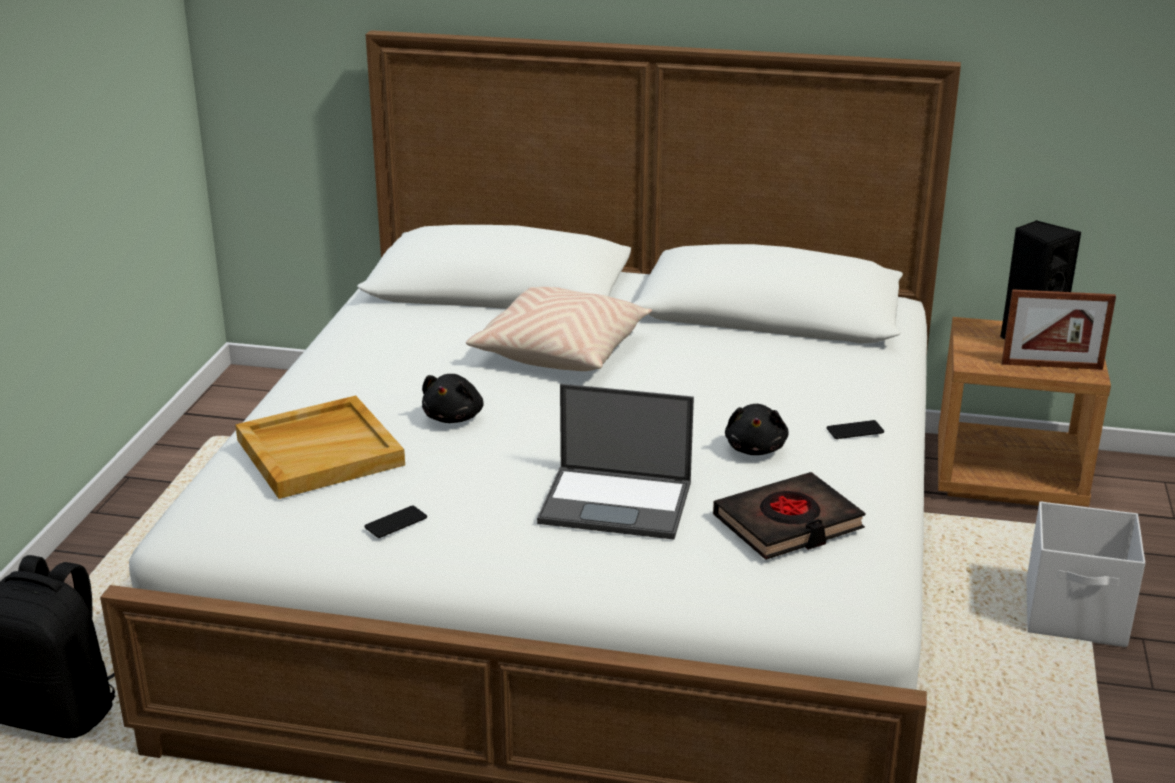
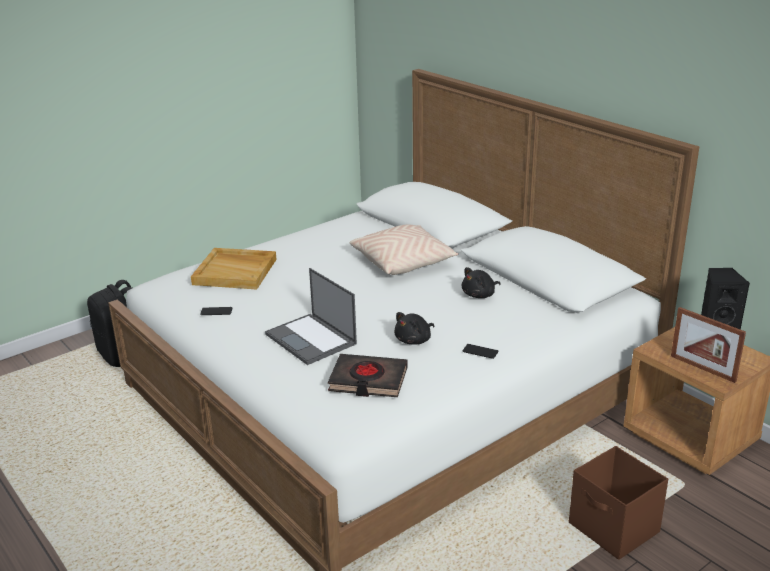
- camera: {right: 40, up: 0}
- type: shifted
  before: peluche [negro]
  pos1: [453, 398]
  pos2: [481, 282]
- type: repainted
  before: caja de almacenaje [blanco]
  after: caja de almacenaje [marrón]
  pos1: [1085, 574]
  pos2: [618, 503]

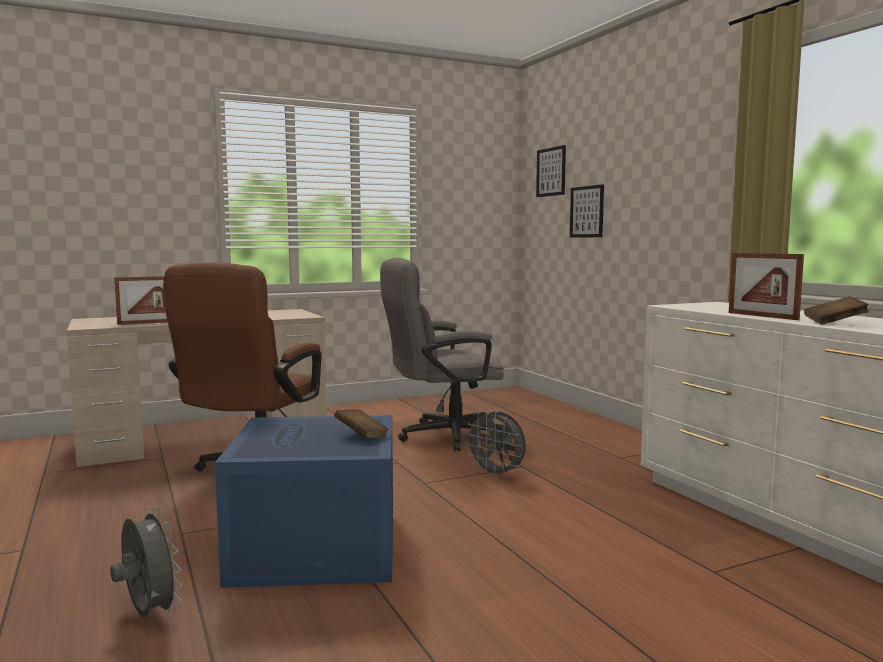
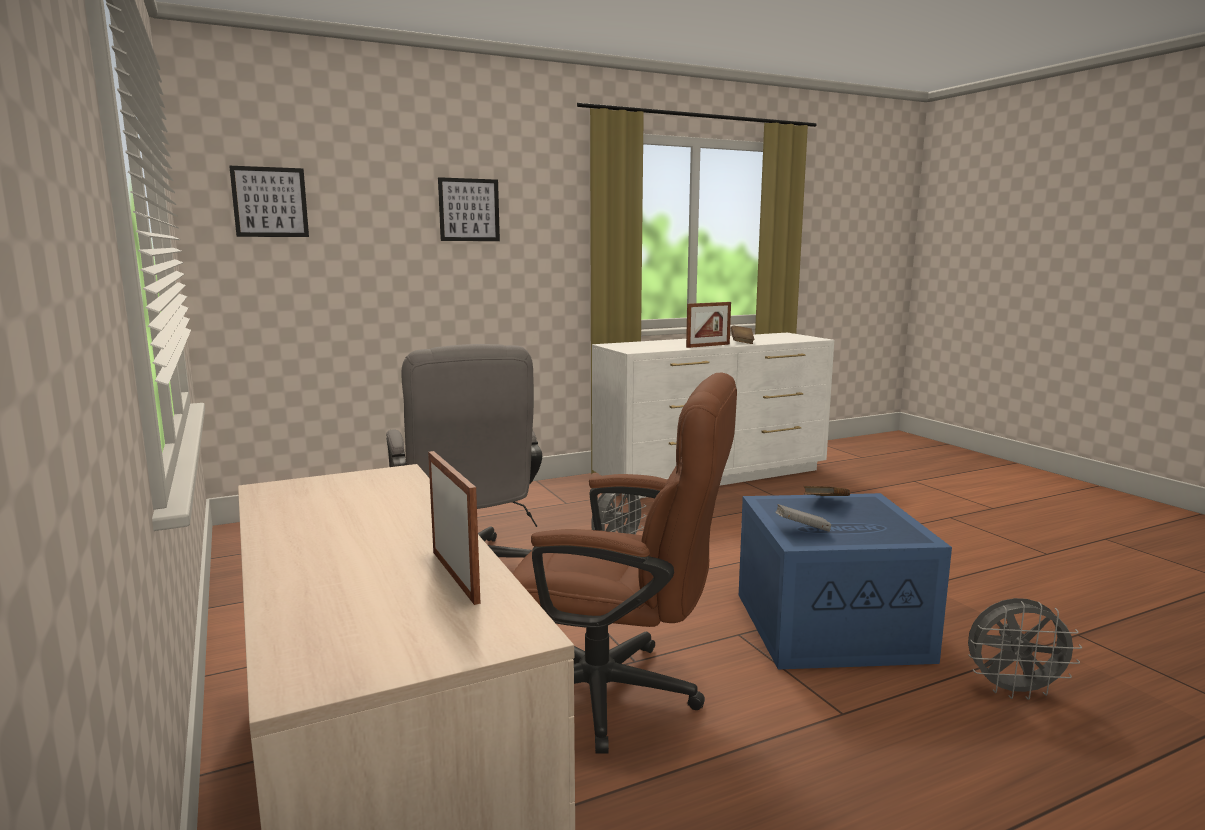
- camera: {right: -90, up: 5}
- type: shifted
  before: cuadro
  pos1: [587, 211]
  pos2: [469, 209]
- type: new
  after: libro [gris]
  pos2: [803, 518]
- type: rotated
  before: ventilador [gris]
  pos1: [146, 561]
  pos2: [1025, 649]
  turn: -135

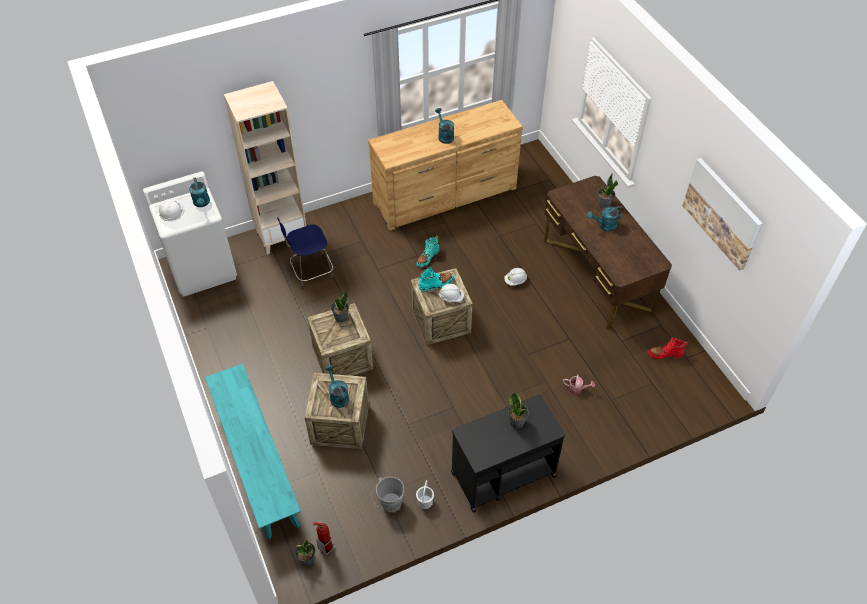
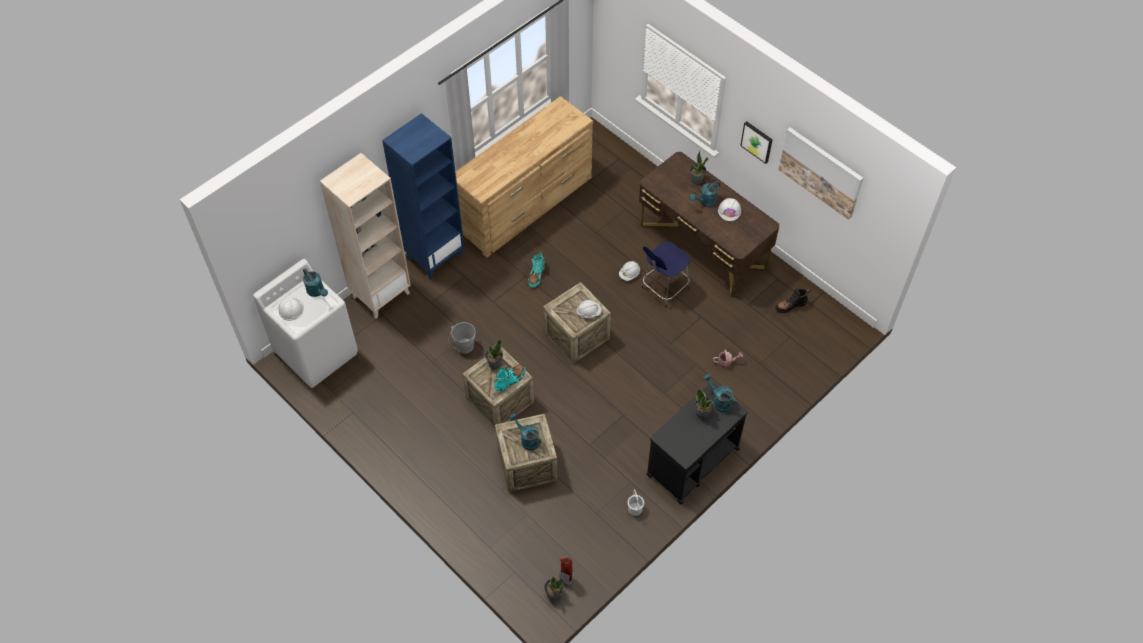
- camera: {right: -20, up: 5}
- type: new
  after: estantería [azul]
  pos2: [423, 196]
- type: shifted
  before: cubo [gris]
  pos1: [387, 494]
  pos2: [462, 338]
- type: shifted
  before: bota [turquesa]
  pos1: [435, 279]
  pos2: [510, 378]
- type: shifted
  before: taburete [azul]
  pos1: [305, 254]
  pos2: [666, 275]
- type: shifted
  before: regadera [turquesa]
  pos1: [444, 126]
  pos2: [719, 393]
- type: new
  after: casco [blanco]
  pos2: [729, 209]
- type: new
  after: cuadro
  pos2: [756, 142]
- type: repainted
  before: bota [rojo]
  after: bota [negro]
  pos1: [668, 348]
  pos2: [793, 300]
- type: gone
  before: banco [turquesa]
  pos1: [253, 452]

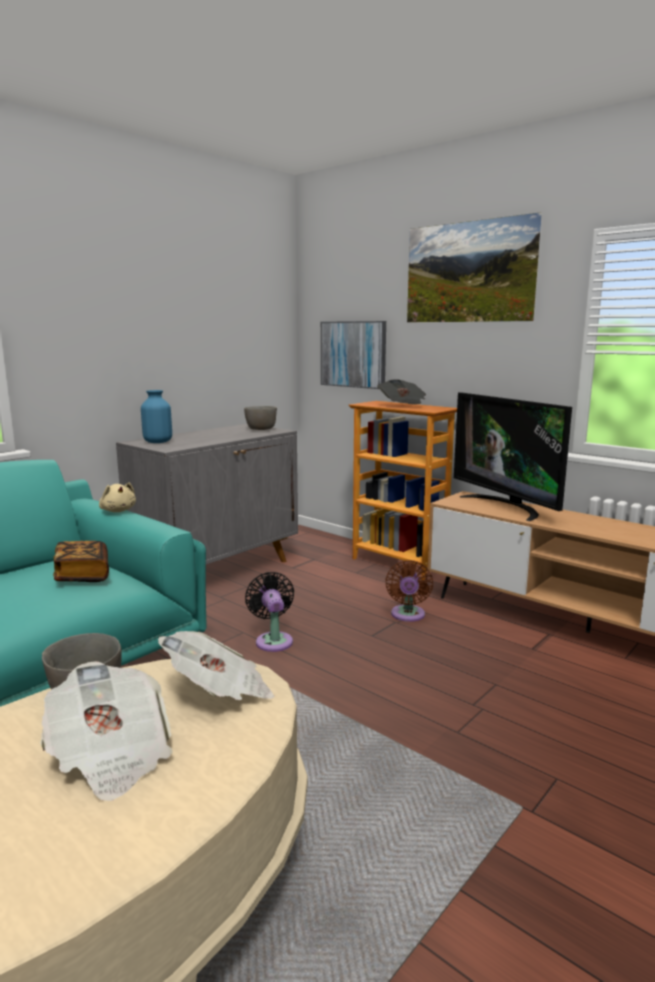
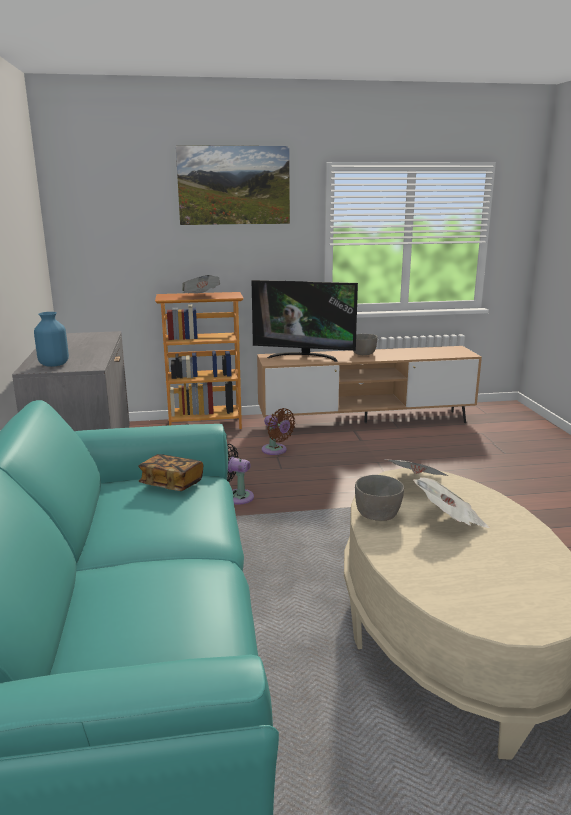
- camera: {right: -50, up: 5}
- type: shifted
  before: cuenco [gris]
  pos1: [260, 418]
  pos2: [365, 344]
- type: gone
  before: peluche [beis]
  pos1: [117, 497]
- type: gone
  before: cuadro
  pos1: [353, 355]

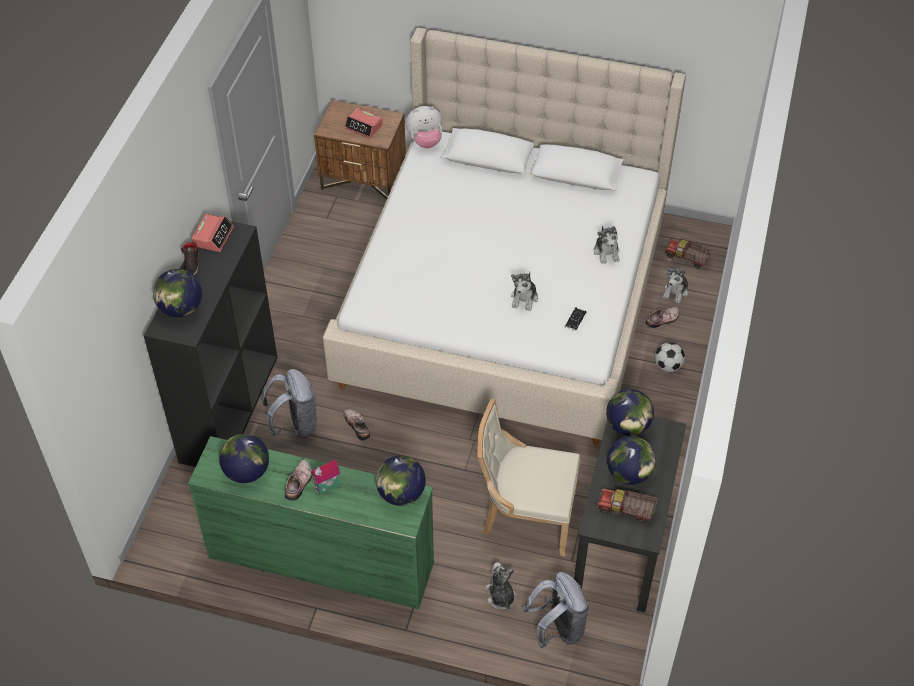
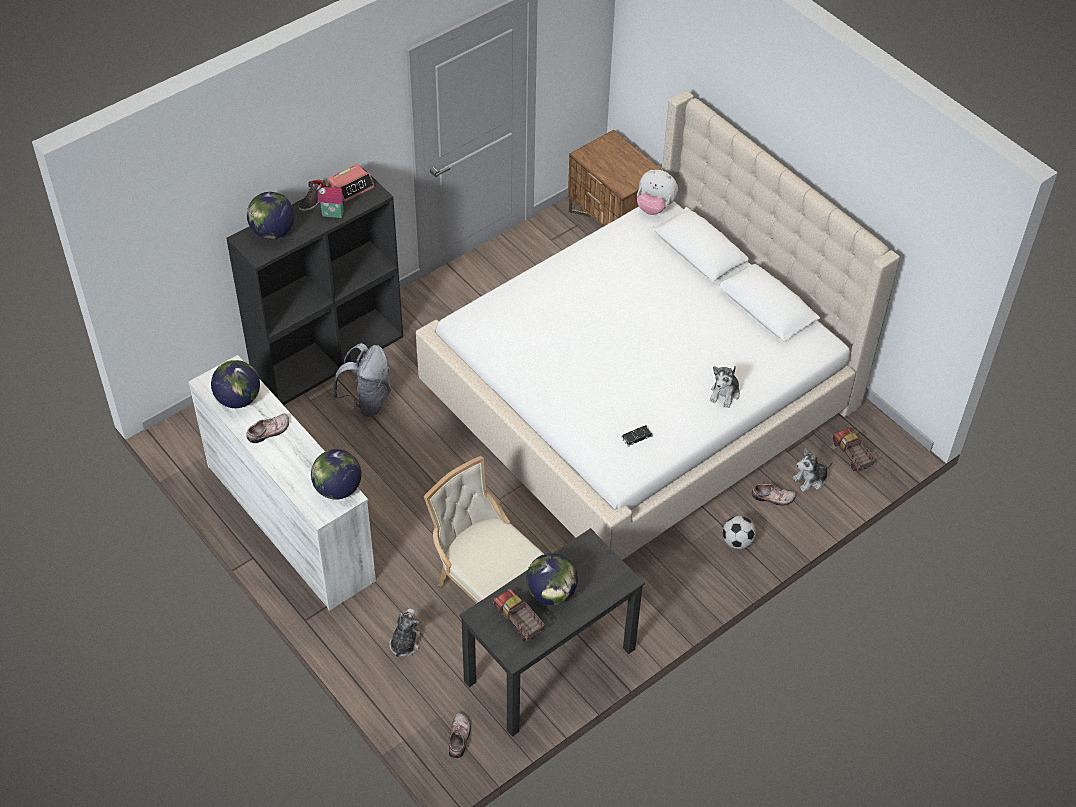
- camera: {right: 35, up: 0}
- type: repainted
  before: cómoda [verde]
  after: cómoda [blanco]
  pos1: [311, 523]
  pos2: [282, 483]
- type: shifted
  before: casita
  pos1: [325, 477]
  pos2: [330, 201]
- type: shifted
  before: zapato
  pos1: [356, 425]
  pos2: [460, 735]
- type: gone
  before: despertador
  pos1: [363, 123]
- type: gone
  before: peluche
  pos1: [524, 291]
- type: gone
  before: mochila [gris]
  pos1: [556, 610]
- type: gone
  before: globo terráqueo
  pos1: [630, 412]

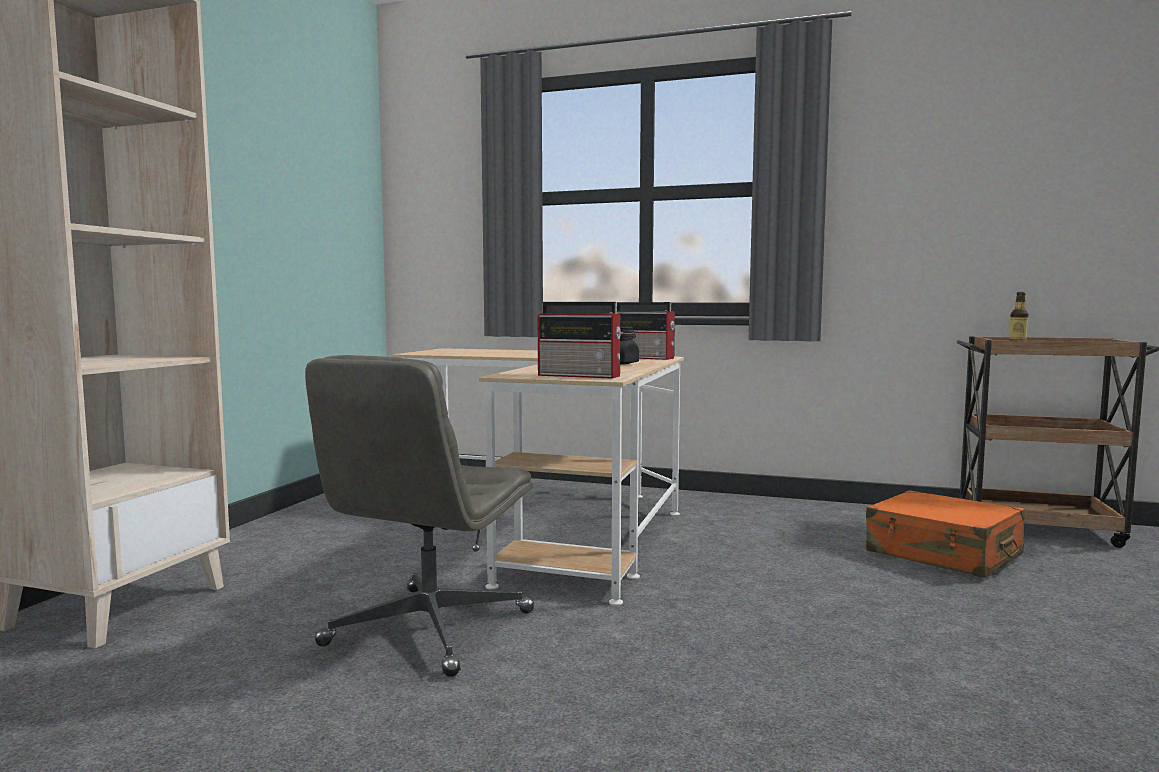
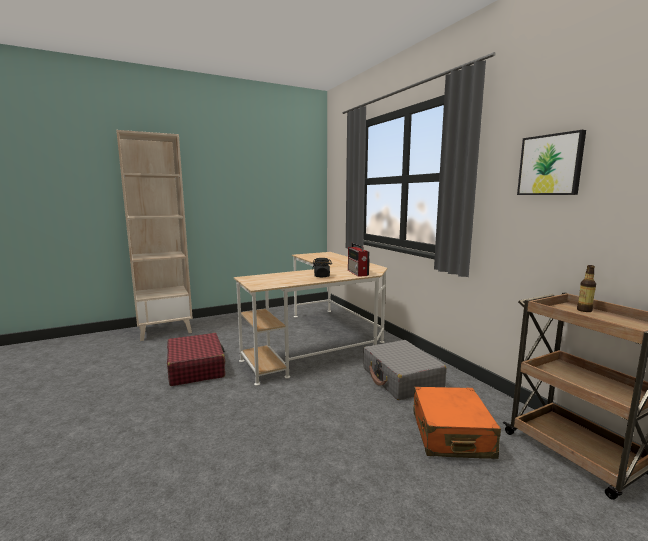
- camera: {right: 45, up: 5}
- type: swapped
  before: silla de oficina [gris]
  after: maleta [rojo]
  pos1: [419, 516]
  pos2: [196, 359]
- type: new
  after: maleta [gris]
  pos2: [405, 370]
- type: new
  after: cuadro
  pos2: [551, 162]
- type: gone
  before: radio
  pos1: [580, 340]

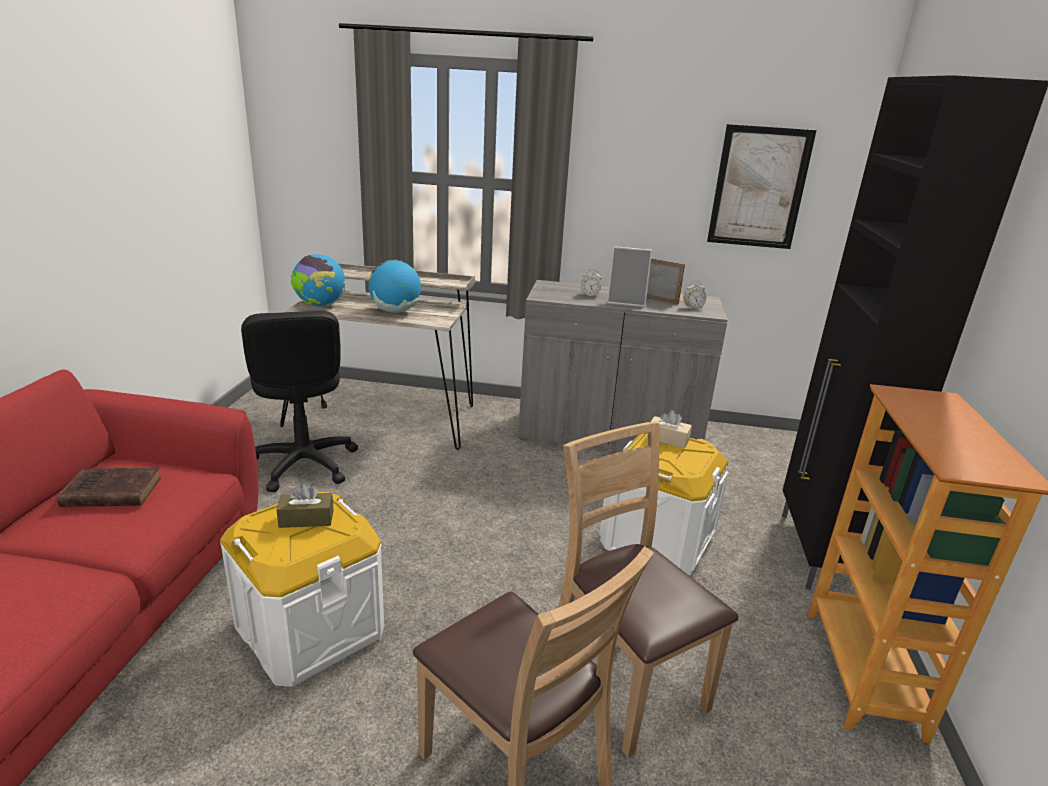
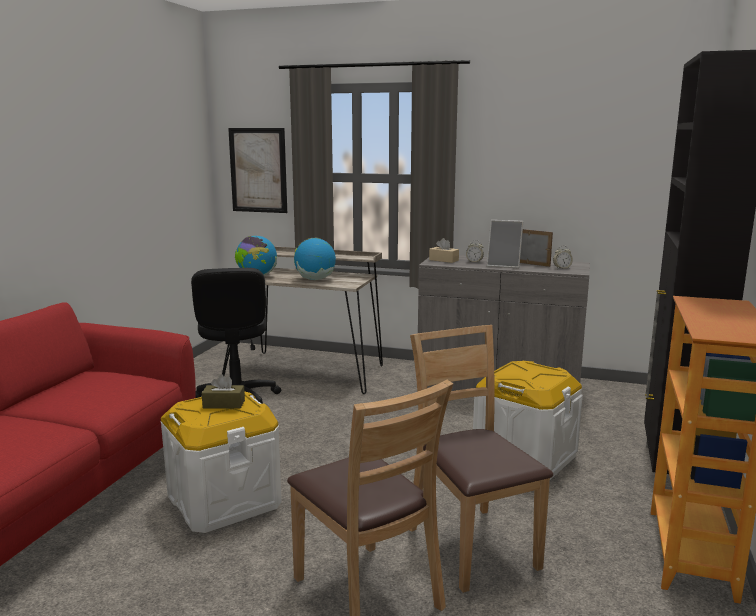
- camera: {right: 10, up: -10}
- type: shifted
  before: cuadro
  pos1: [762, 186]
  pos2: [257, 170]
- type: shifted
  before: caja de pañuelos [beis]
  pos1: [669, 429]
  pos2: [444, 250]
- type: gone
  before: libro [marrón]
  pos1: [109, 487]

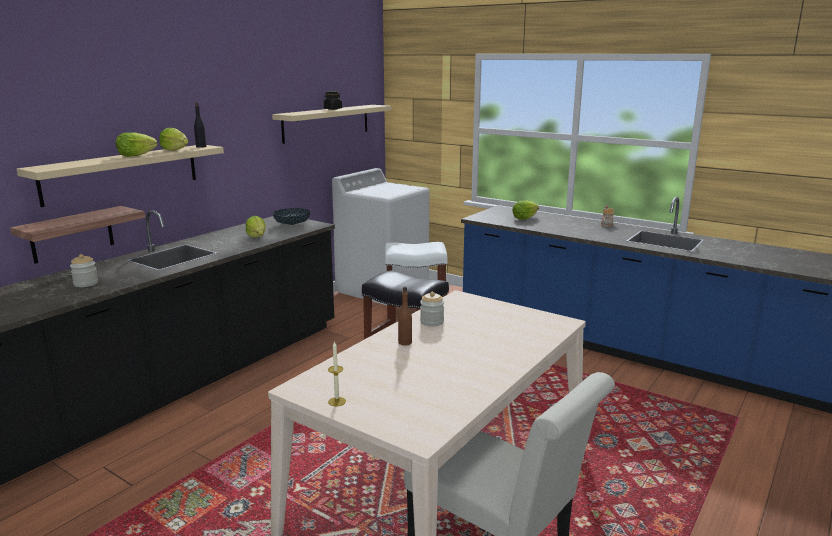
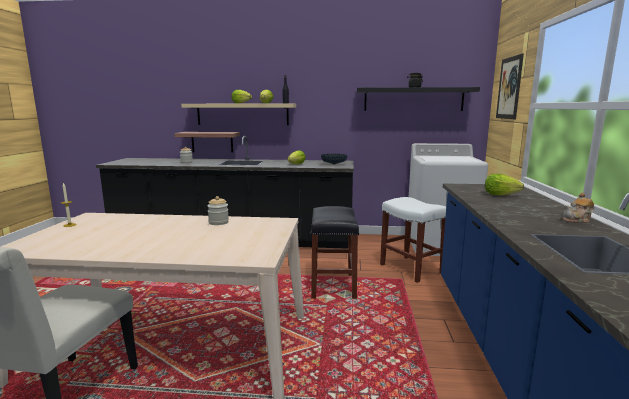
- camera: {right: 60, up: -5}
- type: repainted
  before: estante [beis]
  after: estante [negro]
  pos1: [332, 124]
  pos2: [418, 99]
- type: new
  after: cuadro
  pos2: [510, 86]
- type: gone
  before: botella [marrón]
  pos1: [405, 316]

